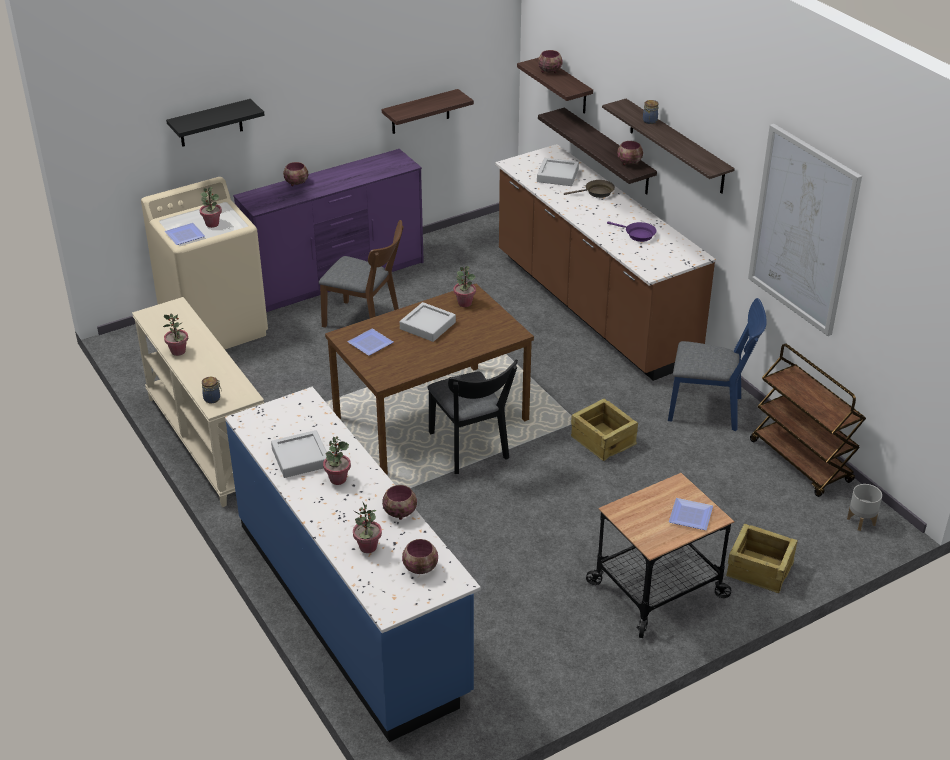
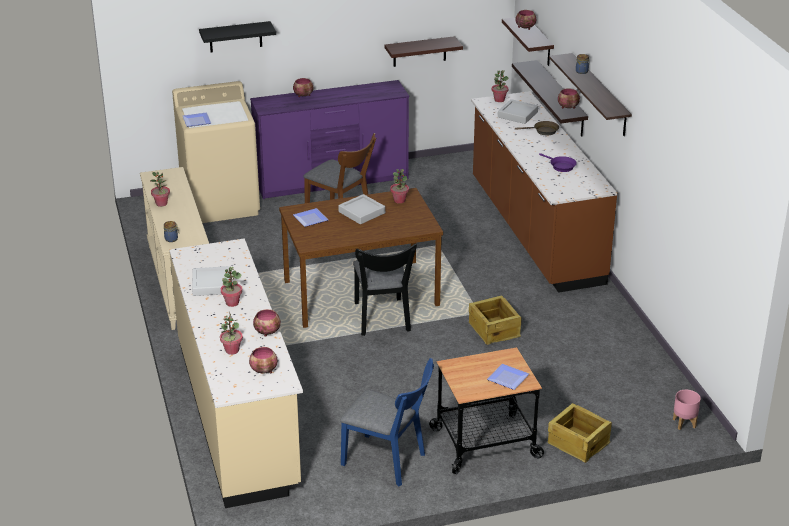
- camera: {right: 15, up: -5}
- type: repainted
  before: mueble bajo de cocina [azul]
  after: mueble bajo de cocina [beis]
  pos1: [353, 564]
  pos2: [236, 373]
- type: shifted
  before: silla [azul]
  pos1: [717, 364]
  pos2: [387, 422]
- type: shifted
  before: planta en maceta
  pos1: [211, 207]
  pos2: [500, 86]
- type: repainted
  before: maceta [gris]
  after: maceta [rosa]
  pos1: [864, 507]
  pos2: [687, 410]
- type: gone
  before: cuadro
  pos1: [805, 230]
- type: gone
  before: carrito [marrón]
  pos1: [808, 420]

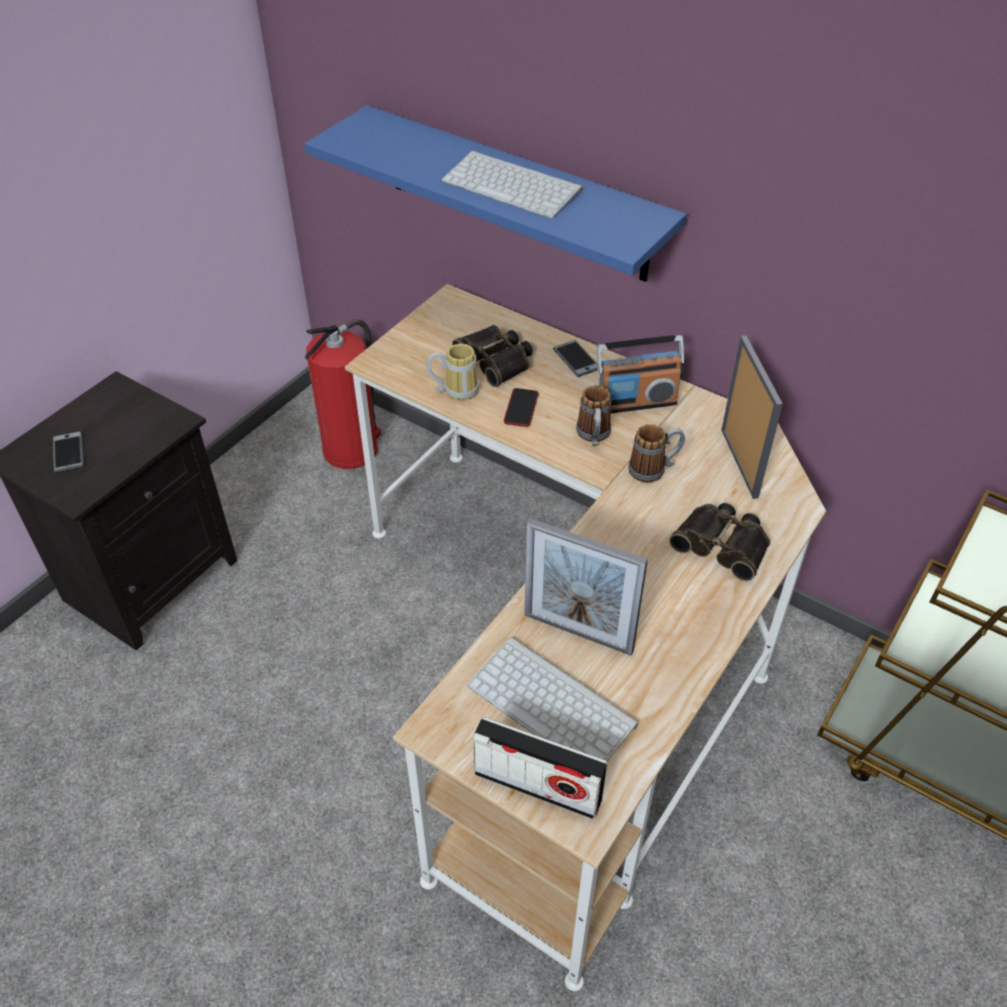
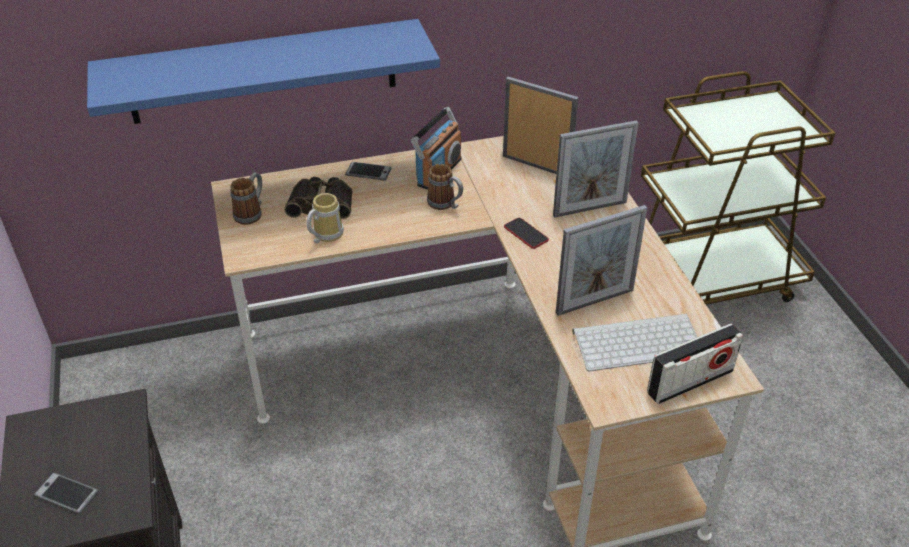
- camera: {right: -50, up: -5}
- type: shifted
  before: taza grande
  pos1: [656, 453]
  pos2: [246, 199]
- type: shifted
  before: móvil
  pos1: [521, 407]
  pos2: [526, 233]
- type: swapped
  before: prismáticos
  after: portarretratos
  pos1: [719, 542]
  pos2: [595, 168]
- type: gone
  before: extintor
  pos1: [343, 394]
- type: gone
  before: teclado
  pos1: [512, 184]

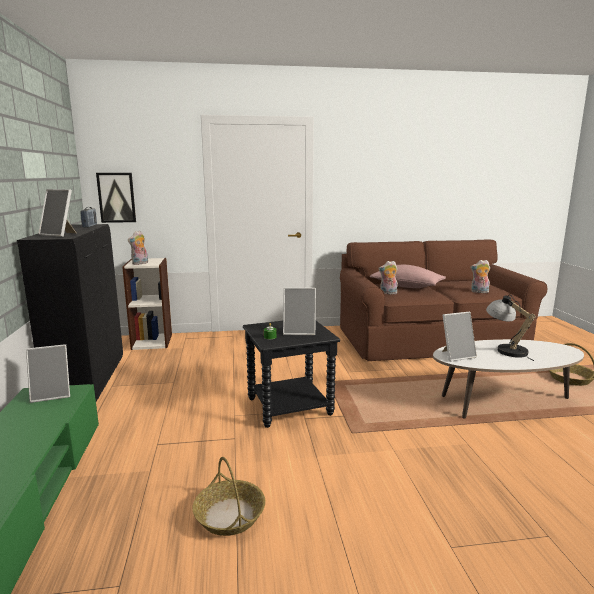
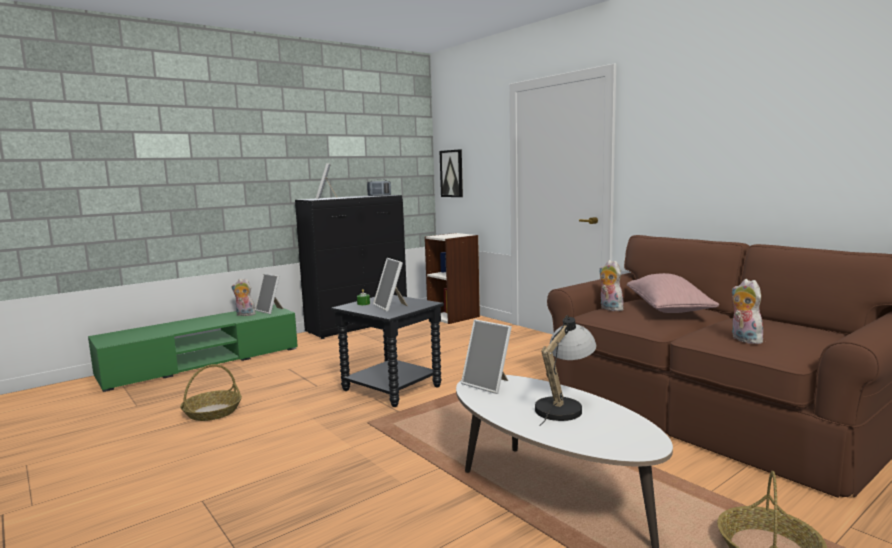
- camera: {right: 60, up: -5}
- type: shifted
  before: peluche
  pos1: [138, 248]
  pos2: [243, 297]

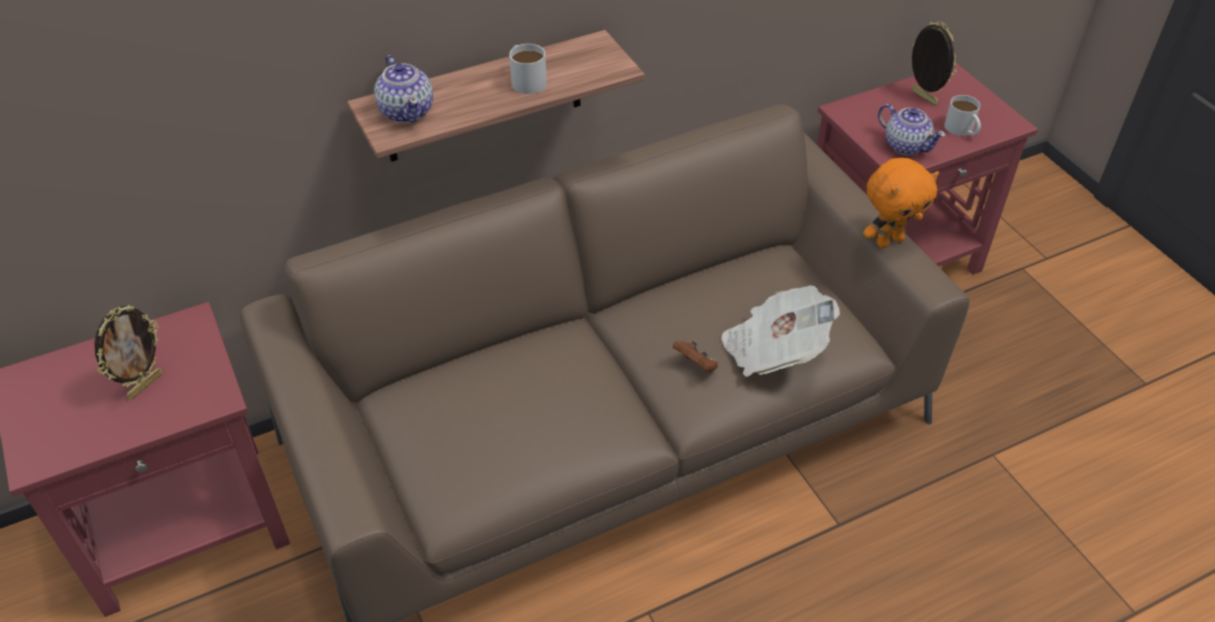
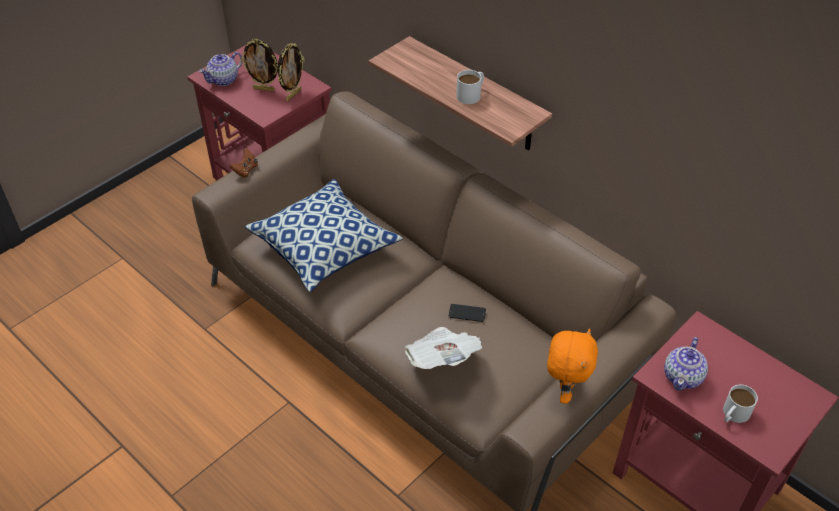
- camera: {right: 70, up: 0}
- type: shifted
  before: tetera
  pos1: [403, 89]
  pos2: [221, 69]
- type: shifted
  before: mando de consola [marrón]
  pos1: [695, 356]
  pos2: [244, 163]
- type: new
  after: cojín
  pos2: [324, 235]
- type: shifted
  before: portarretratos
  pos1: [934, 63]
  pos2: [291, 72]
- type: new
  after: móvil
  pos2: [467, 313]
- type: rotated
  before: peluche [naranja]
  pos1: [901, 203]
  pos2: [572, 366]
  turn: -120

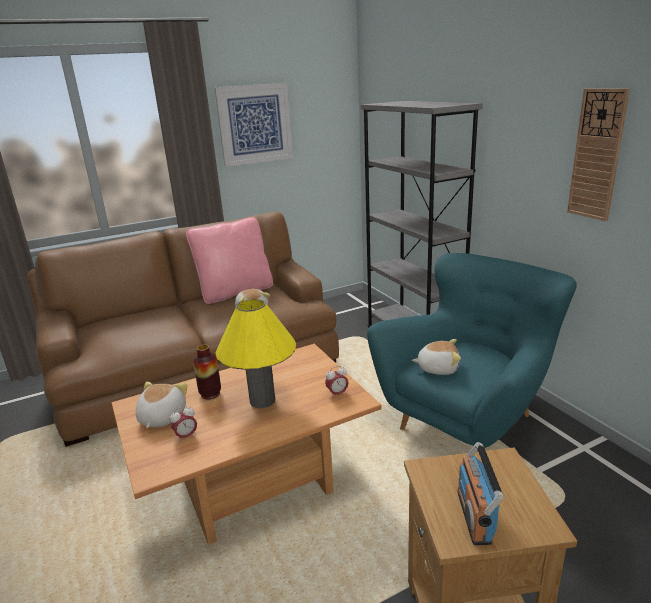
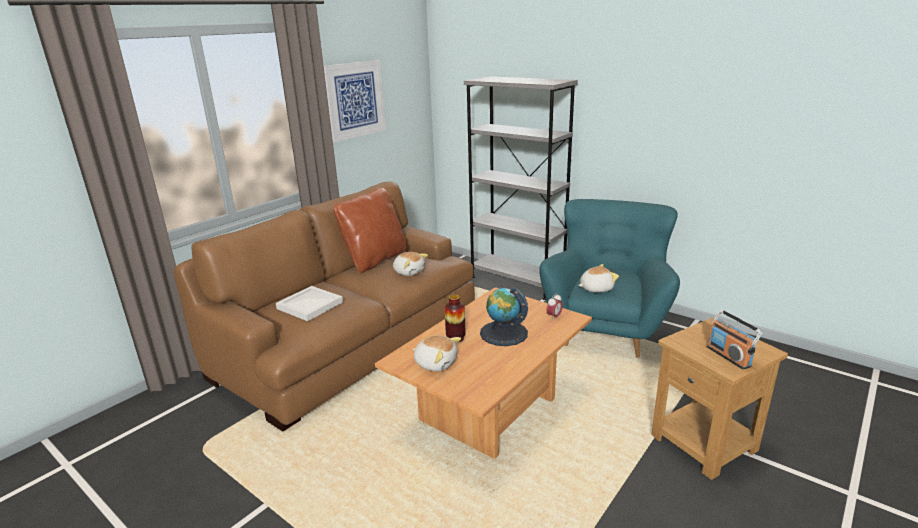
- camera: {right: -25, up: 0}
- type: new
  after: bandeja [blanco]
  pos2: [309, 303]
- type: repainted
  before: cojín [rosa]
  after: cojín [marrón]
  pos1: [229, 260]
  pos2: [370, 231]
- type: rotated
  before: peluche
  pos1: [162, 405]
  pos2: [437, 353]
  turn: 135
- type: swapped
  before: lámpara de mesa [amarillo]
  after: globo terráqueo
  pos1: [256, 353]
  pos2: [504, 316]
- type: gone
  before: despertador
  pos1: [183, 424]
- type: gone
  before: reloj de pared
  pos1: [598, 154]

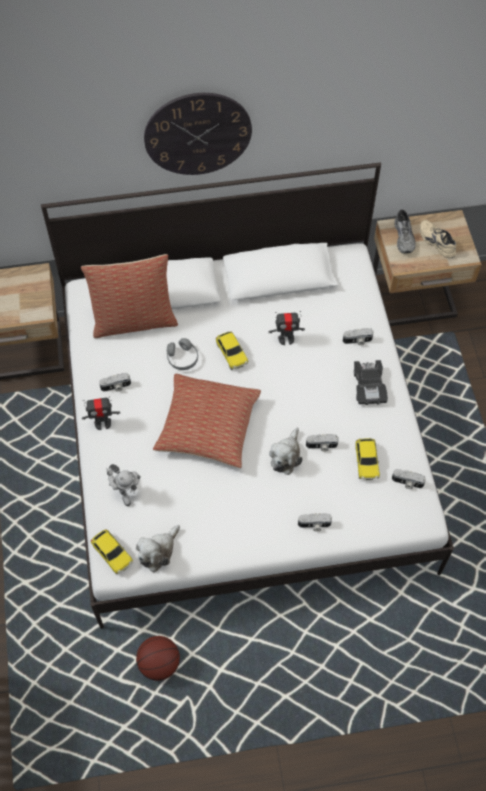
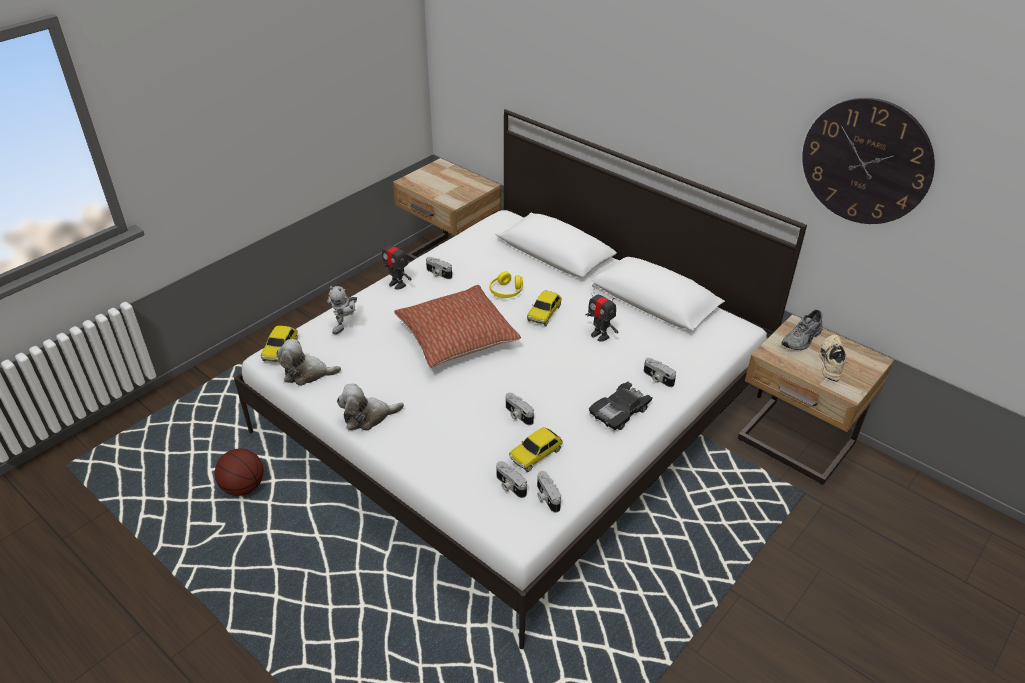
- camera: {right: 50, up: -20}
- type: shifted
  before: peluche
  pos1: [285, 451]
  pos2: [370, 407]
- type: repainted
  before: auriculares [gris]
  after: auriculares [amarillo]
  pos1: [182, 354]
  pos2: [506, 284]
- type: shifted
  before: cámara
  pos1: [315, 522]
  pos2: [511, 479]
- type: shifted
  before: reloj de pared
  pos1: [198, 134]
  pos2: [868, 161]
- type: gone
  before: cojín
  pos1: [129, 296]

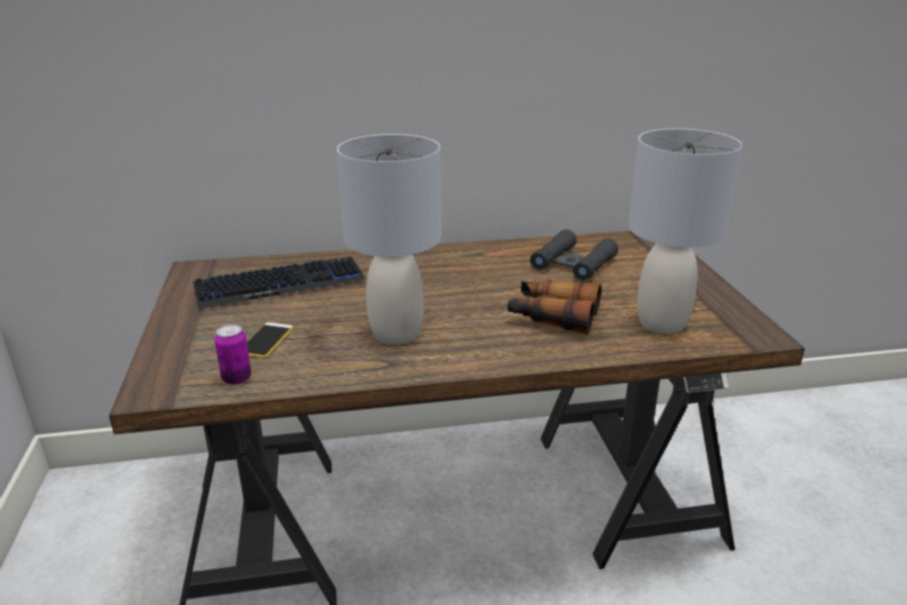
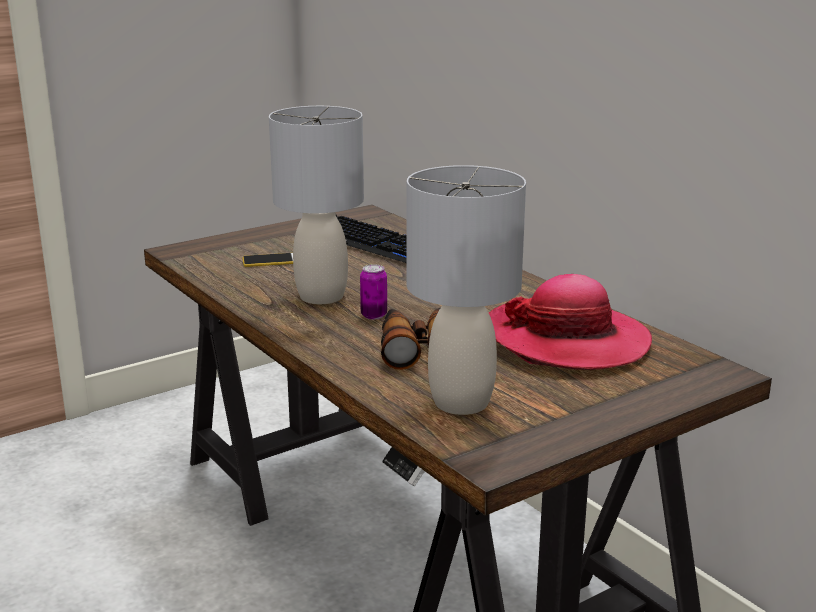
- camera: {right: 65, up: -5}
- type: shifted
  before: lata
  pos1: [233, 354]
  pos2: [373, 291]
- type: swapped
  before: prismáticos [negro]
  after: sombrero
  pos1: [574, 255]
  pos2: [570, 322]

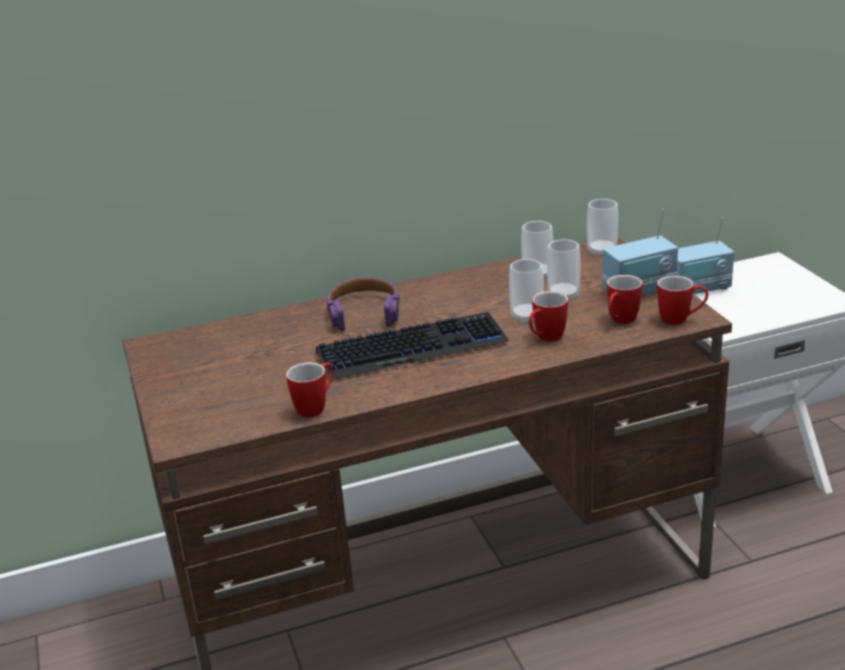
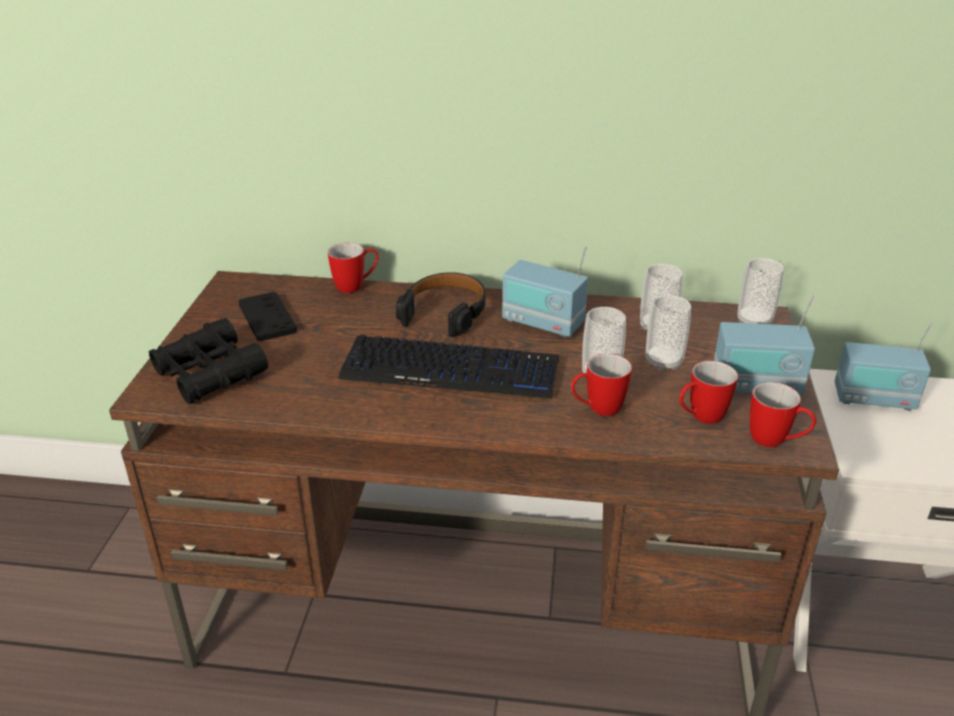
- camera: {right: 25, up: 5}
- type: new
  after: prismáticos [negro]
  pos2: [208, 361]
- type: new
  after: mando de consola [negro]
  pos2: [267, 316]
- type: shifted
  before: taza grande
  pos1: [309, 390]
  pos2: [353, 268]
- type: repainted
  before: auriculares [morado]
  after: auriculares [negro]
  pos1: [363, 304]
  pos2: [440, 304]
- type: new
  after: radio
  pos2: [545, 292]

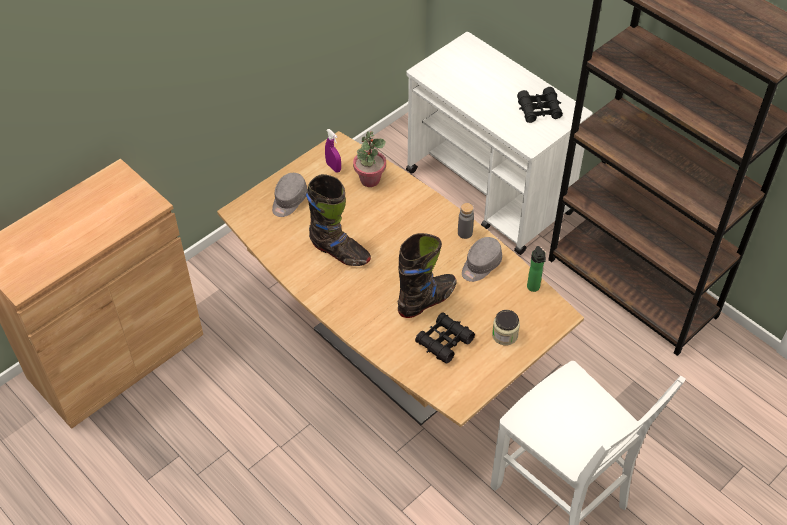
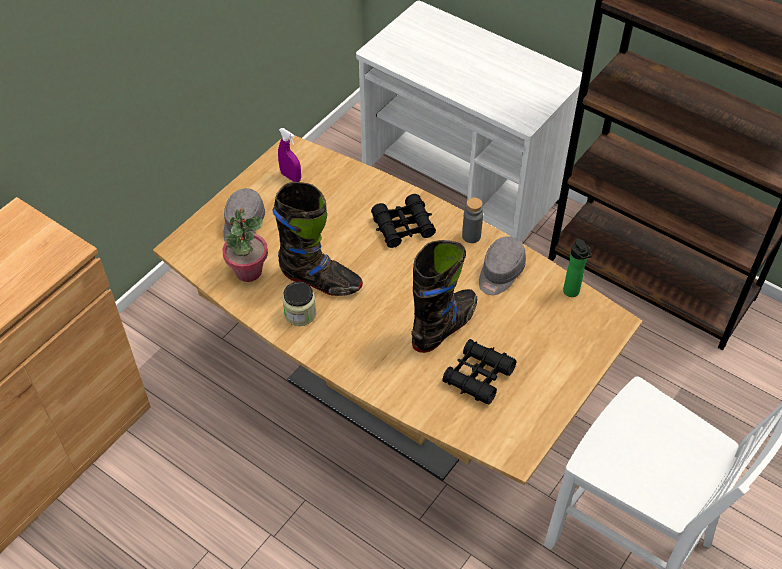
- camera: {right: -10, up: 0}
- type: shifted
  before: planta en maceta
  pos1: [369, 159]
  pos2: [245, 245]
- type: shifted
  before: tarro
  pos1: [506, 327]
  pos2: [299, 303]
- type: shifted
  before: prismáticos [negro]
  pos1: [540, 105]
  pos2: [403, 221]

